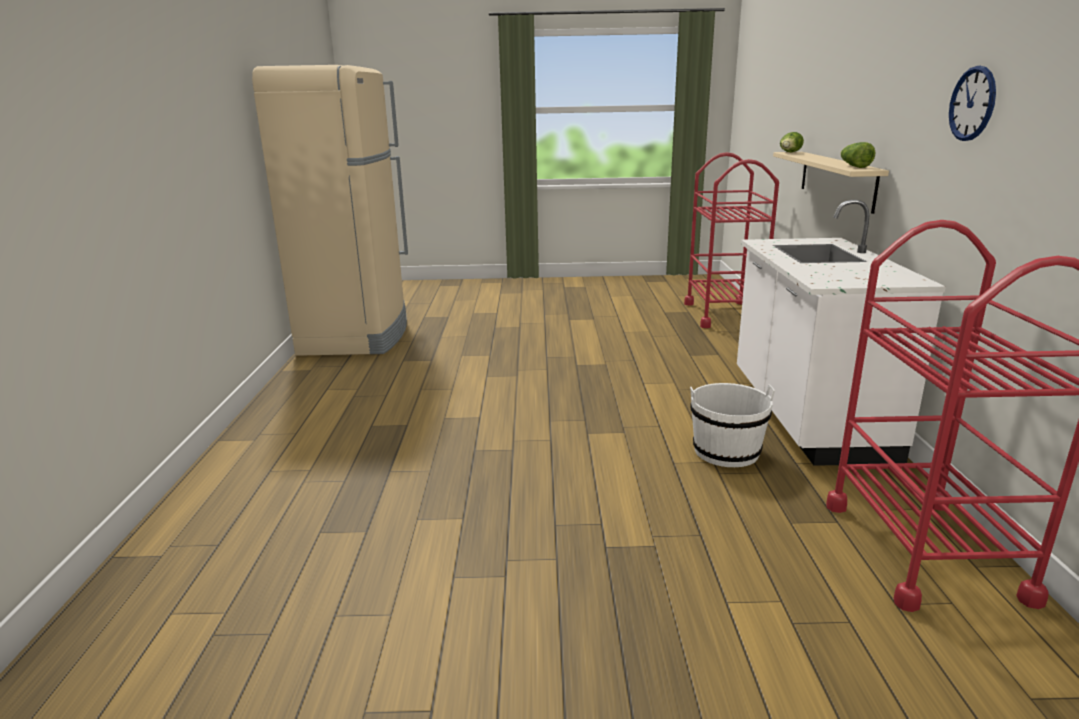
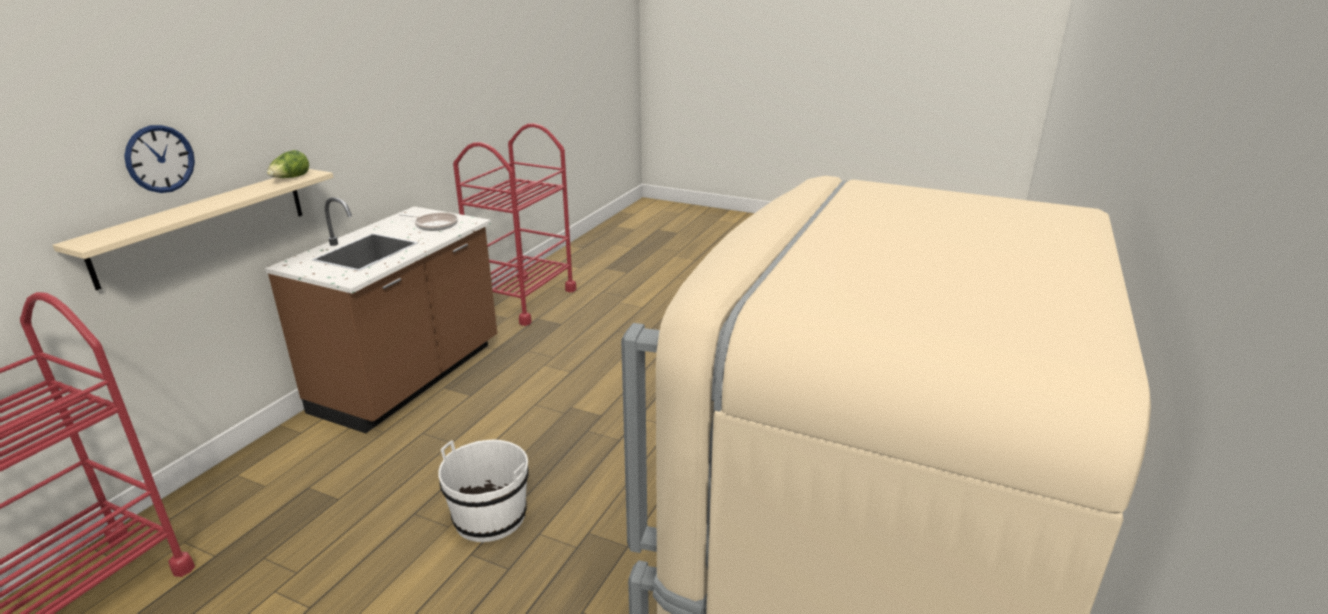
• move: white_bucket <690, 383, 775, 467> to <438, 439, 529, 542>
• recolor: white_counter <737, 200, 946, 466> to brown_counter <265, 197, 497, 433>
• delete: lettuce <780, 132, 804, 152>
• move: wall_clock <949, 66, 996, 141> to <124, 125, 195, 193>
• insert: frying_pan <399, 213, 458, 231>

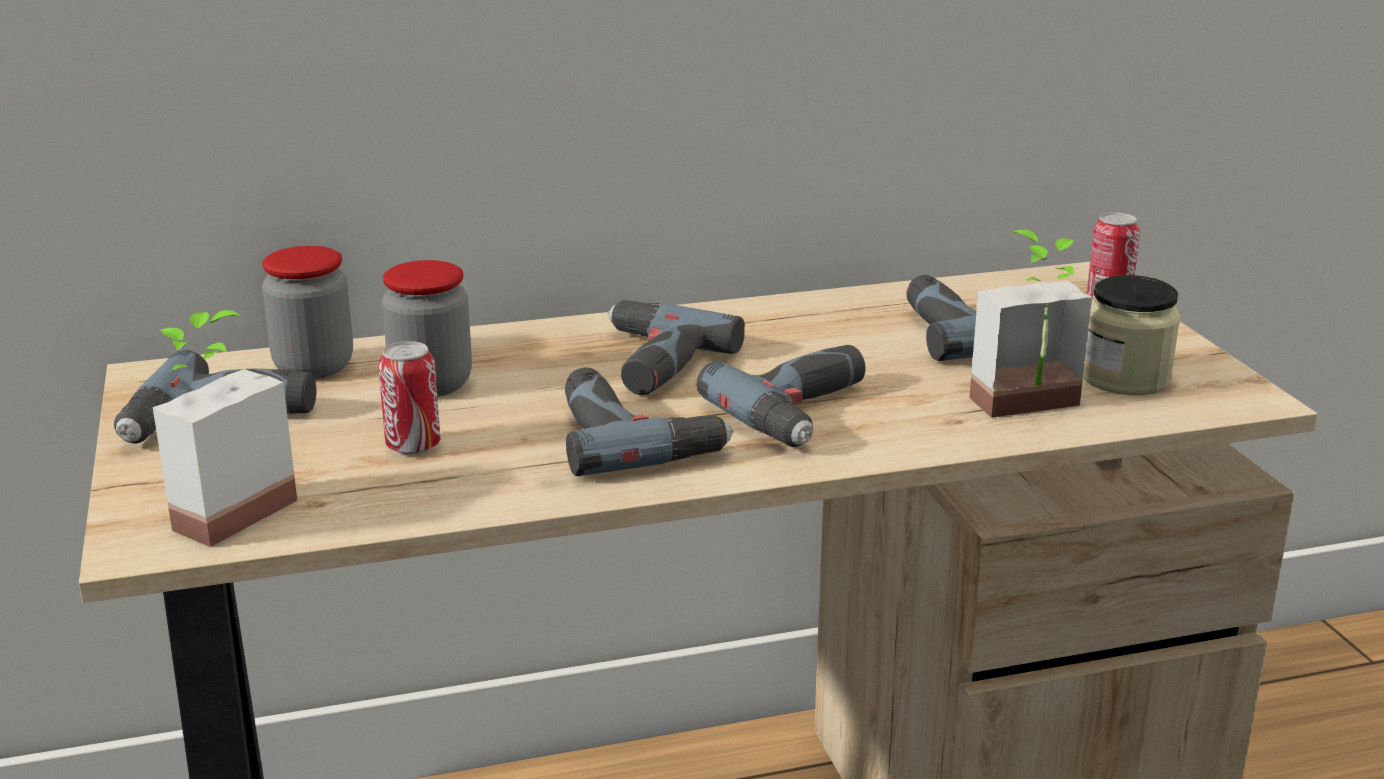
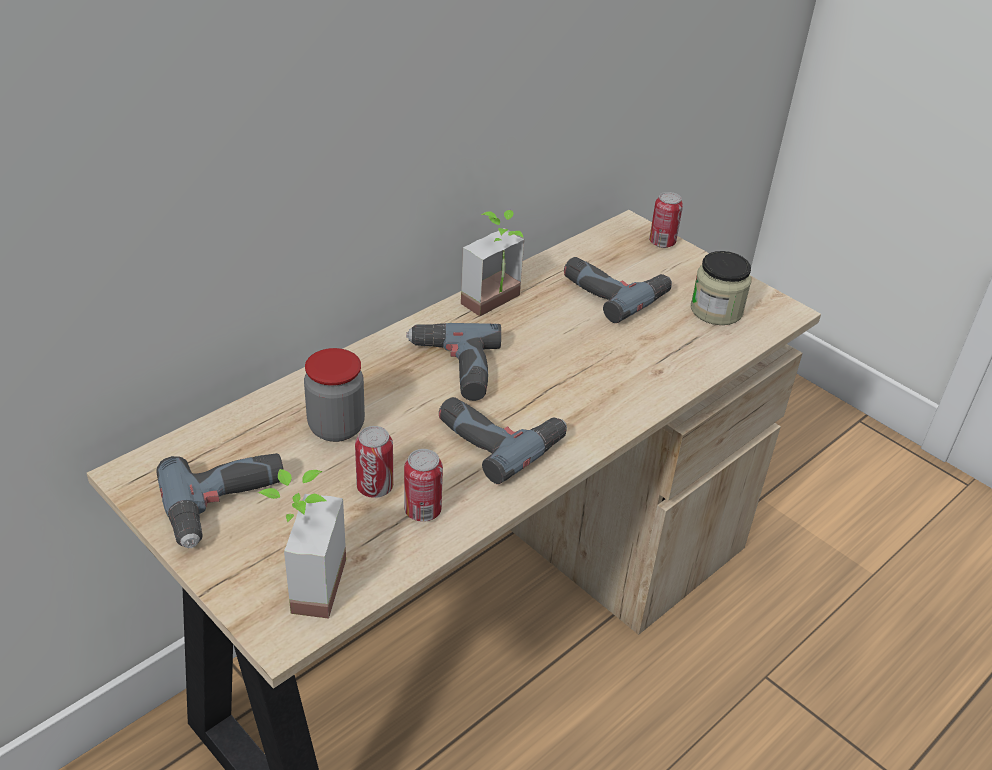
• delete: jar <262, 246, 353, 379>
• delete: power_drill <696, 345, 866, 447>
• move: potted_plant <969, 230, 1092, 418> to <461, 210, 524, 316>
• insert: can <404, 449, 443, 522>

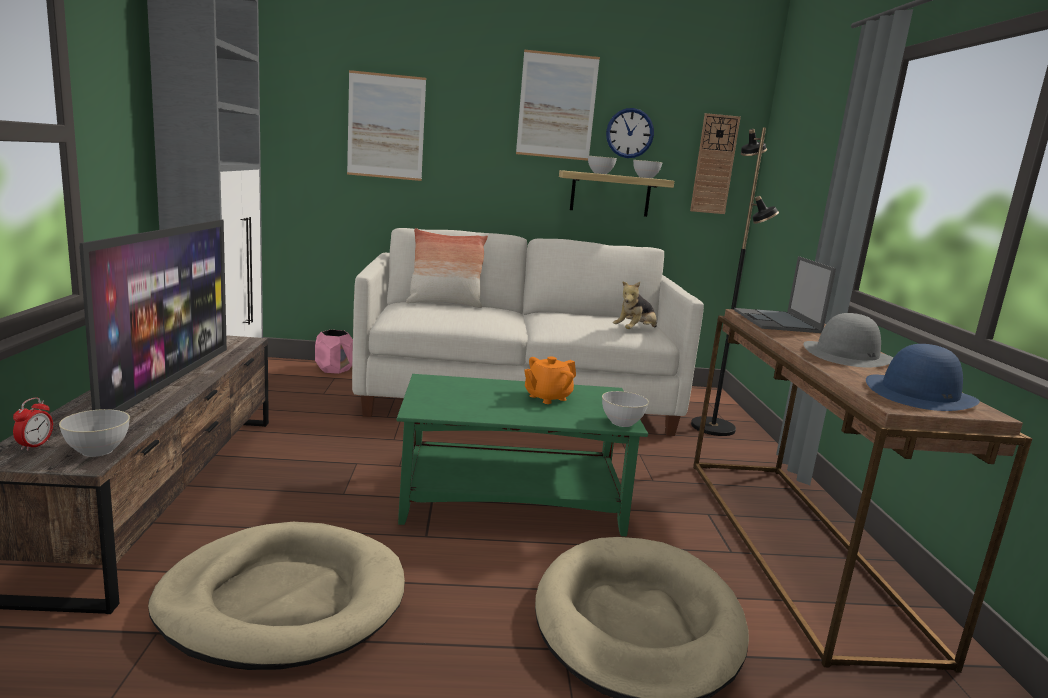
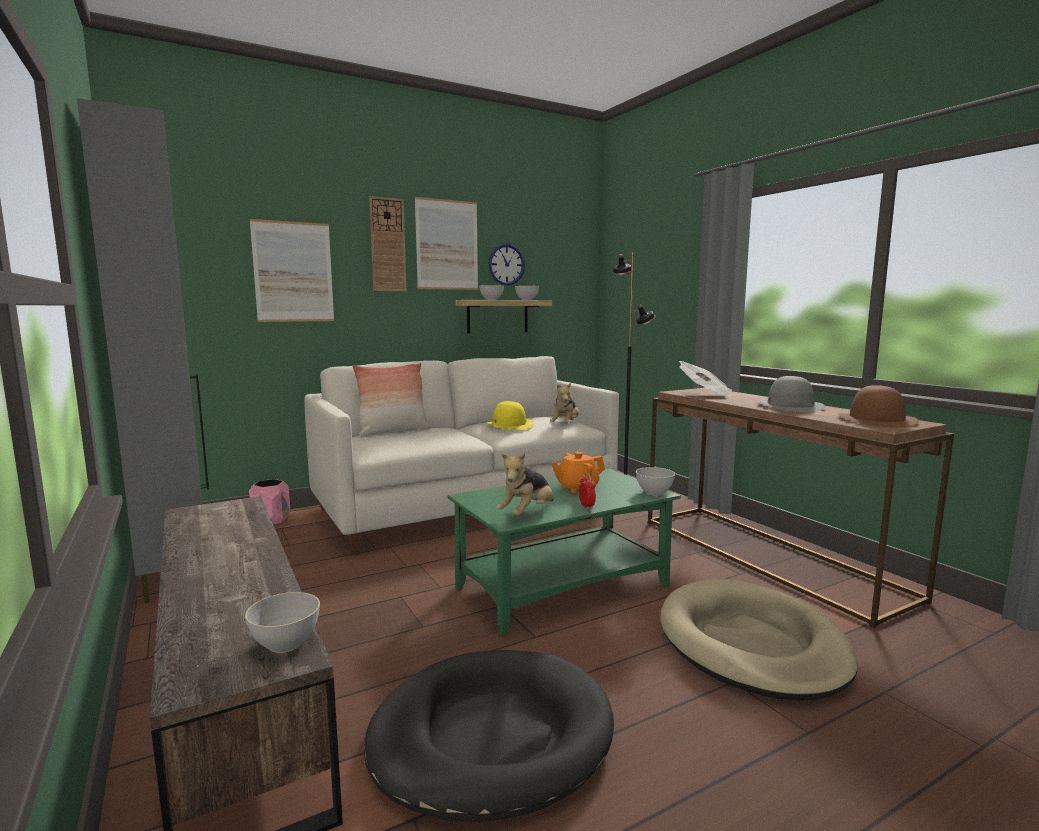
• move: alarm_clock <13, 398, 53, 451> to <579, 473, 596, 509>
• delete: television <79, 219, 227, 412>
• recolor: beige_dog_bed <148, 522, 405, 670> to black_dog_bed <364, 650, 614, 822>
• rotate: orange_teapot <524, 357, 576, 404> = <551, 452, 605, 493> 45 degrees clockwise
• move: wall_clock <690, 113, 741, 214> to <369, 196, 406, 291>
• replace: laptop <734, 256, 836, 333> to newspaper <679, 361, 732, 397>
• recolor: blue_hat <866, 344, 980, 411> to brown_hat <838, 385, 919, 428>
• insert: yellow_hat <486, 401, 534, 430>
• insert: plush_toy <496, 452, 553, 516>

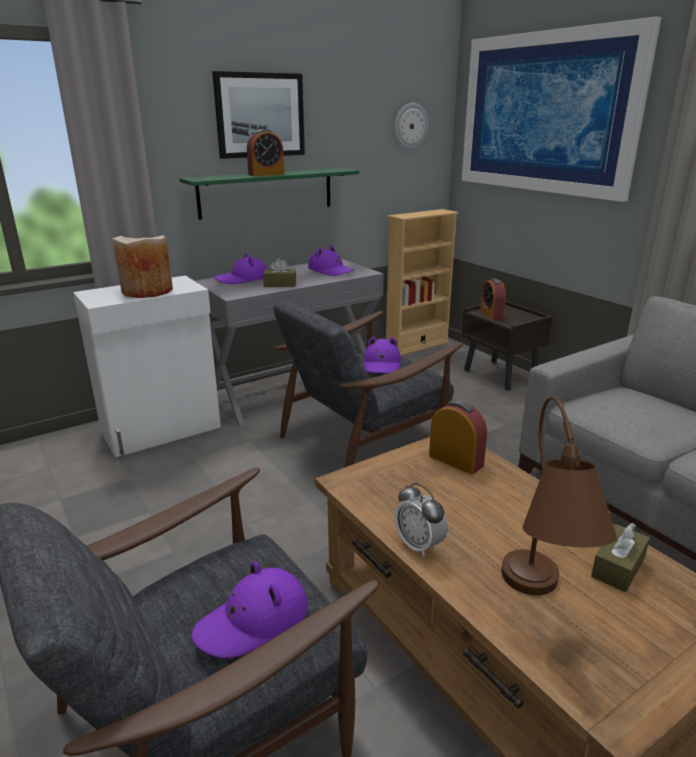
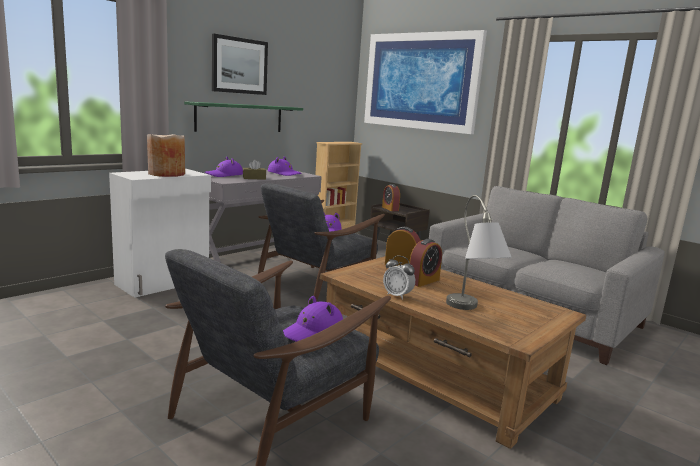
• move: alarm_clock <247, 129, 284, 176> to <410, 239, 442, 287>
• delete: wall_clock <394, 103, 428, 150>
• recolor: brown_table_lamp <501, 396, 617, 595> to grey_table_lamp <446, 195, 512, 310>
• delete: brown_tissue_box <591, 523, 650, 592>

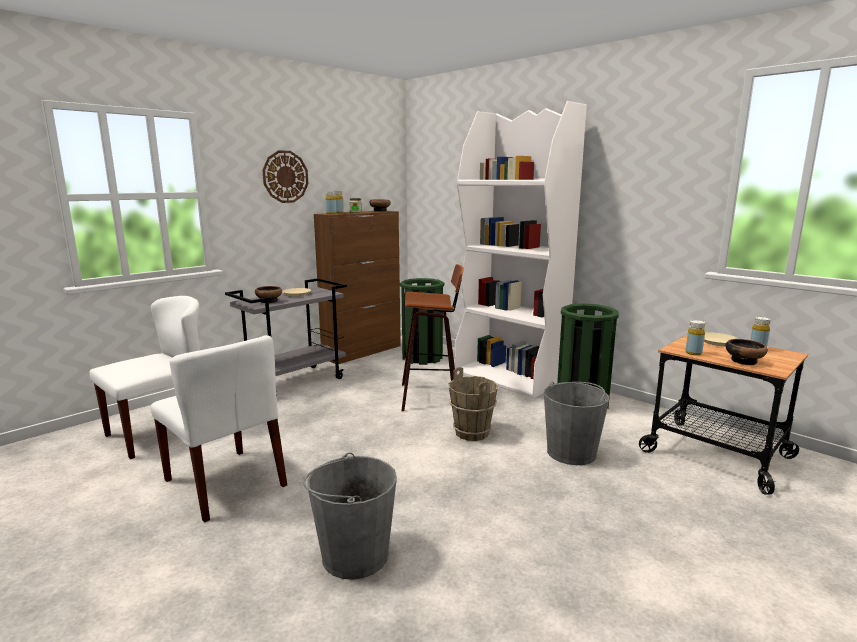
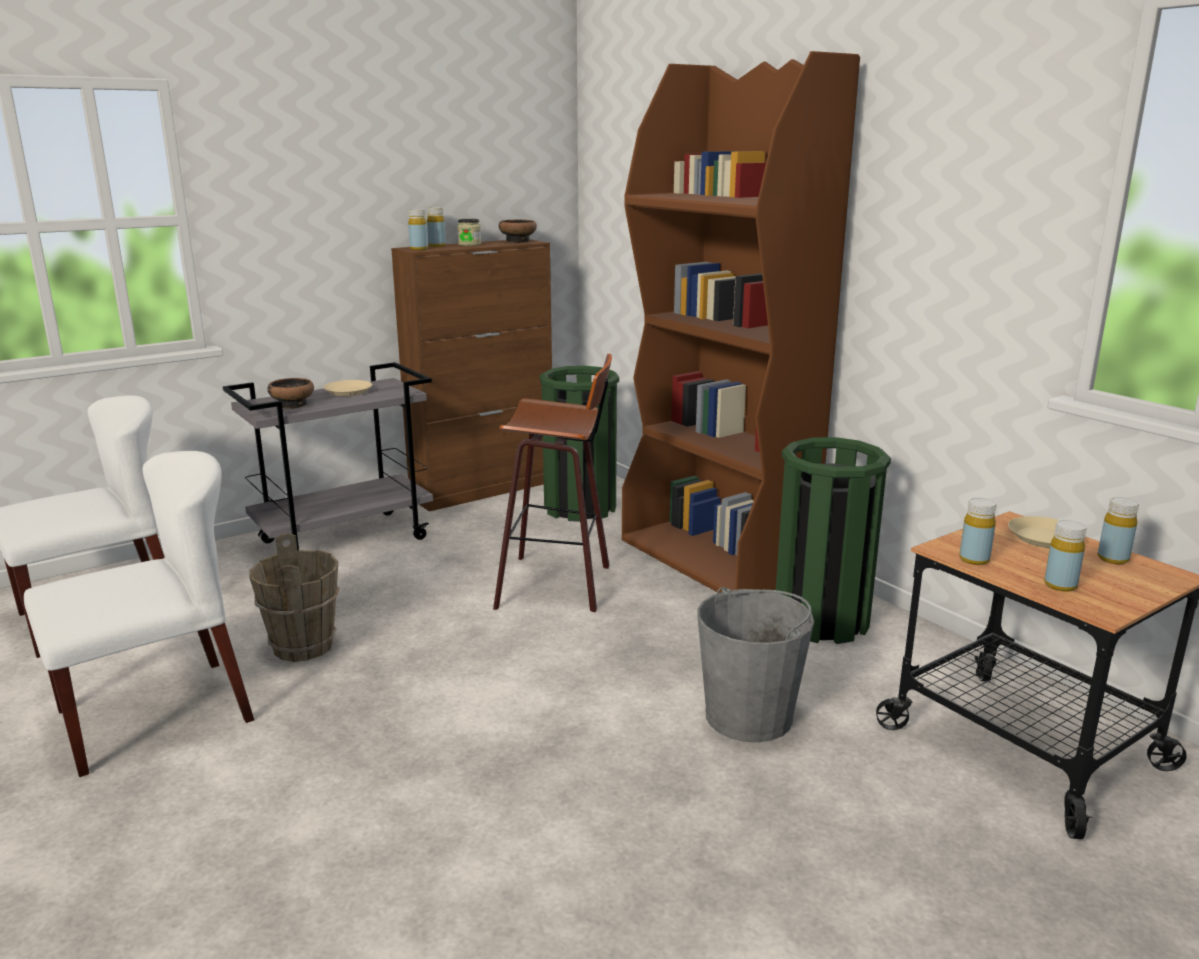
• rotate: white_chair <151, 335, 287, 522> = <24, 451, 254, 777> 90 degrees counterclockwise
• delete: wall_clock <262, 150, 308, 203>
• delete: grey_bucket <303, 453, 397, 580>
• move: brown_bucket <449, 367, 498, 441> to <249, 533, 340, 662>
• recolor: white_bookcase <455, 101, 587, 399> to brown_bookcase <622, 51, 860, 593>
• replace: bowl <725, 339, 768, 365> to yellow_bottle <1044, 520, 1087, 592>

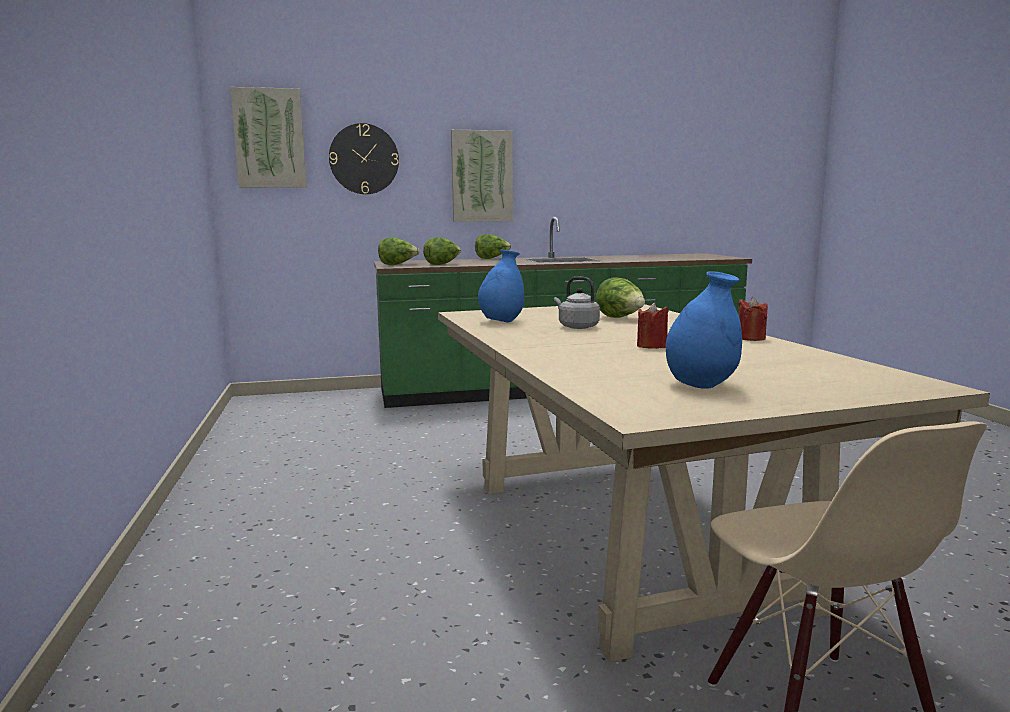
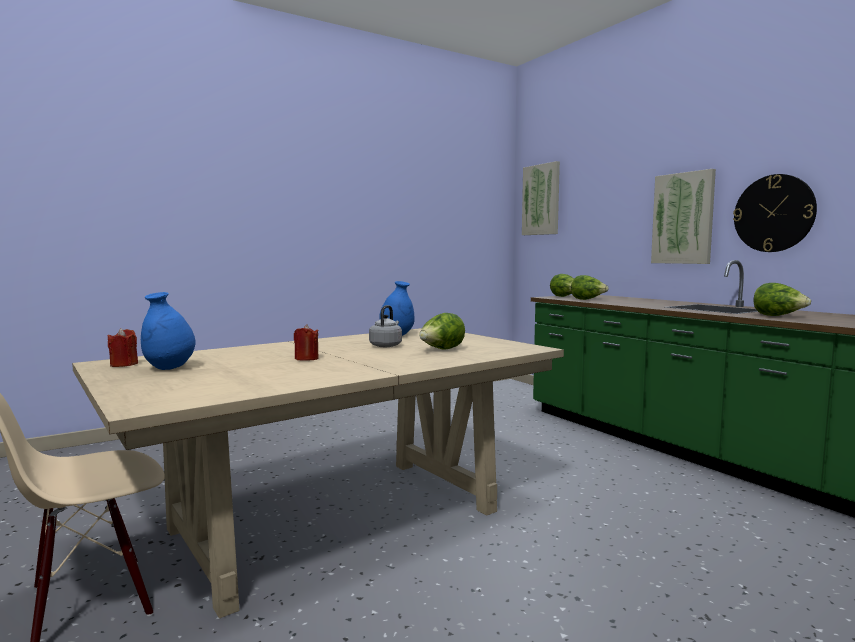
• move: wall_clock <329, 123, 399, 194> to <733, 174, 817, 252>
• move: lettuce <475, 234, 511, 259> to <754, 283, 811, 316>
• move: red_candle <738, 297, 768, 341> to <107, 328, 138, 367>

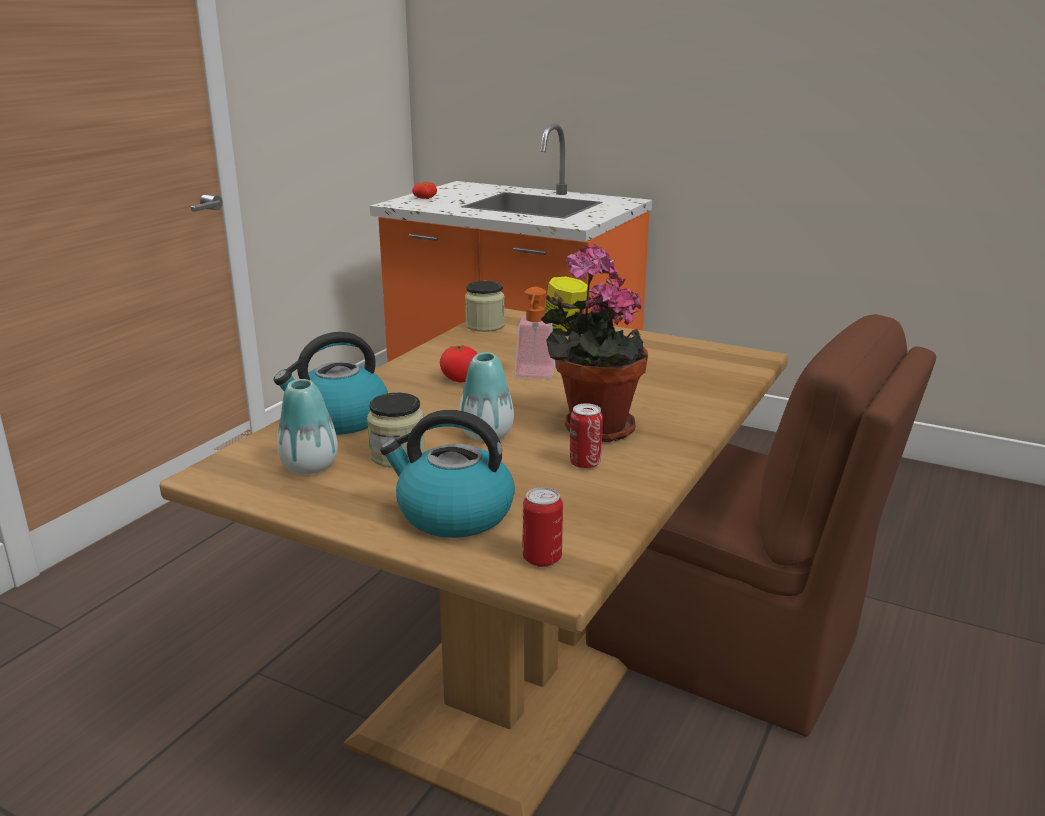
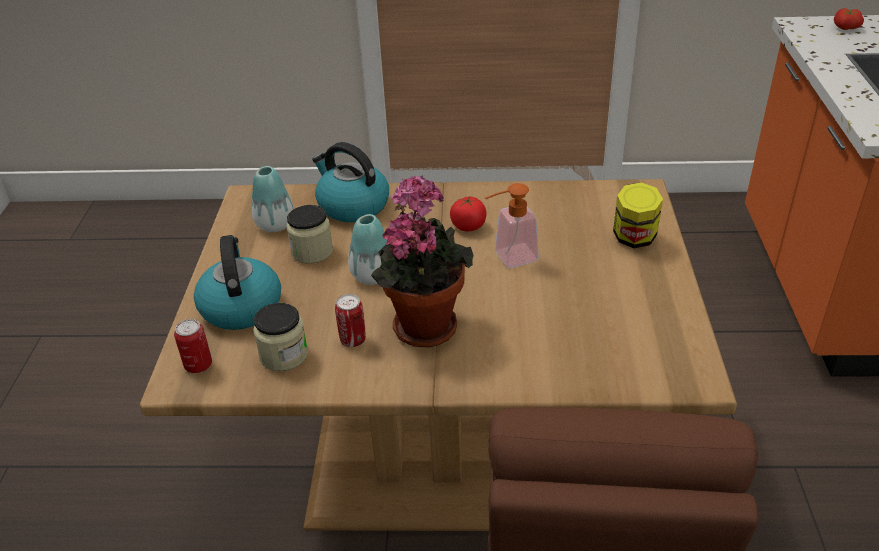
• move: jar <465, 281, 505, 332> to <253, 303, 308, 371>

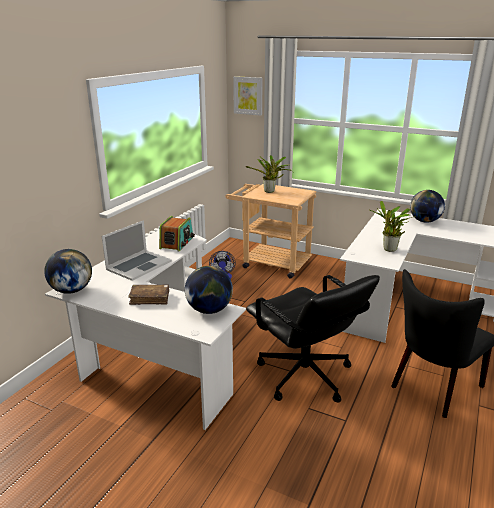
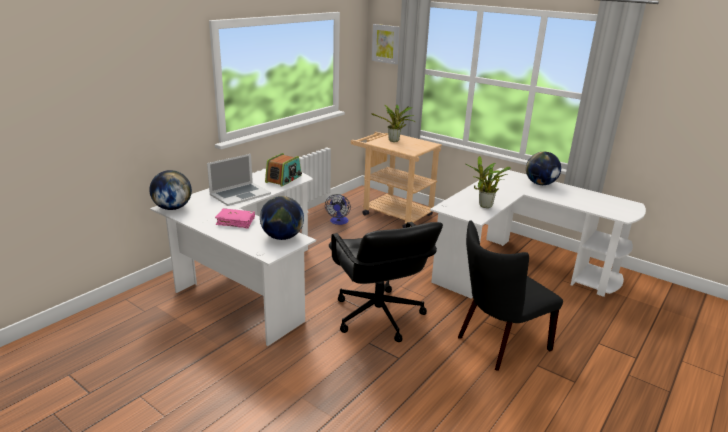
• recolor: brown_book <128, 285, 169, 305> to pink_book <215, 208, 255, 228>

